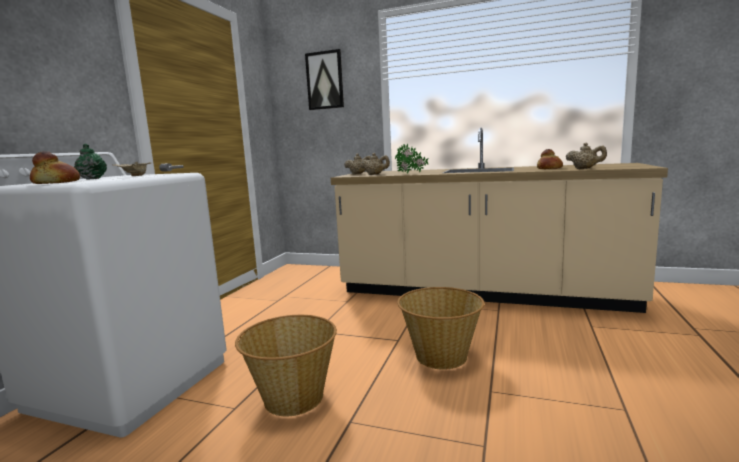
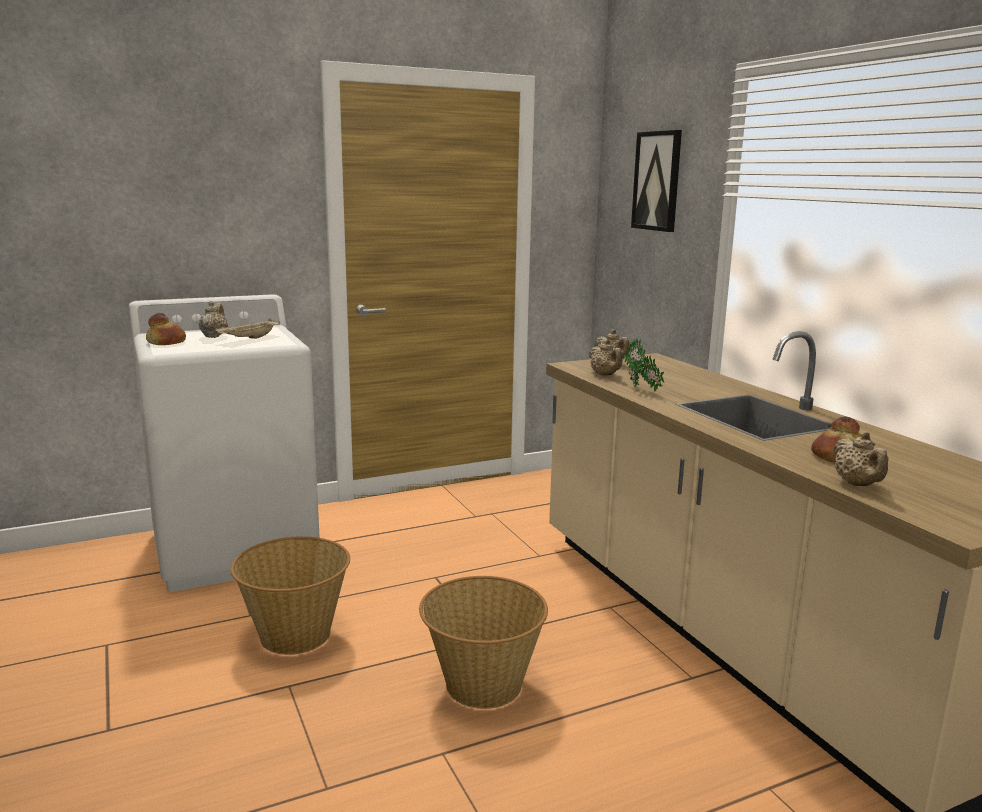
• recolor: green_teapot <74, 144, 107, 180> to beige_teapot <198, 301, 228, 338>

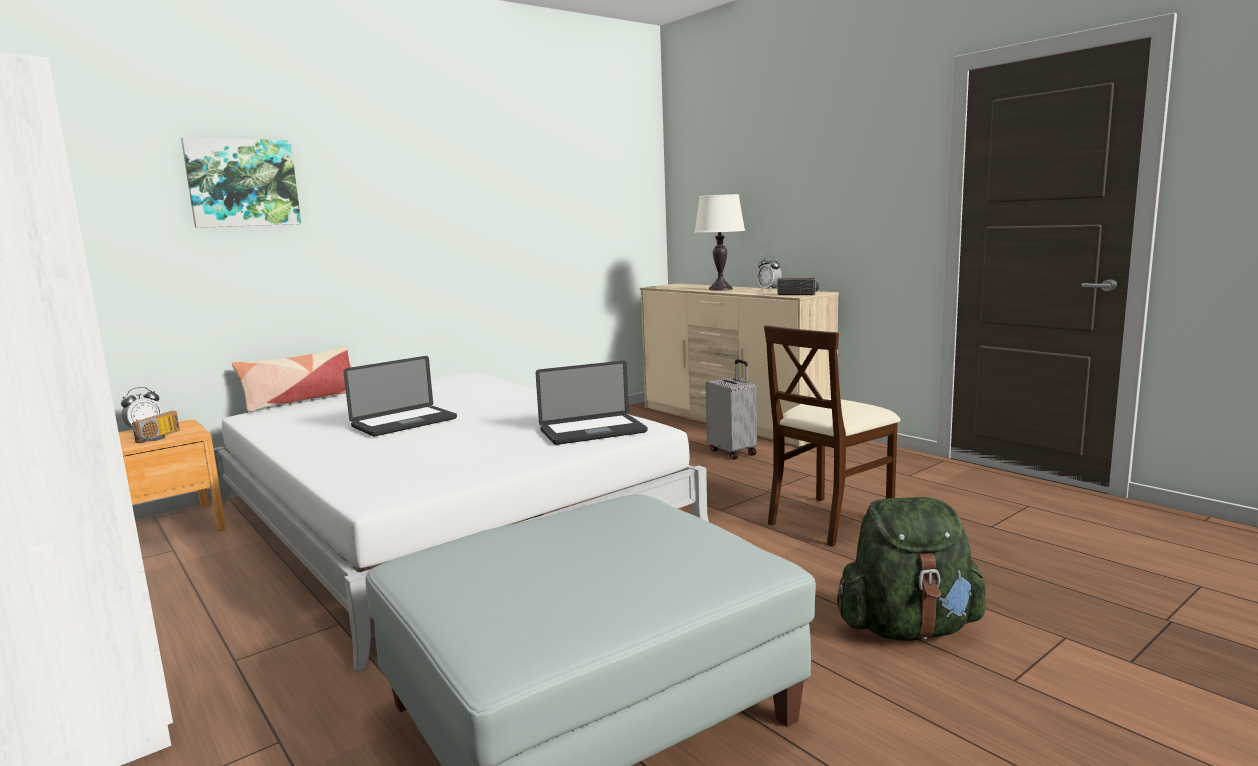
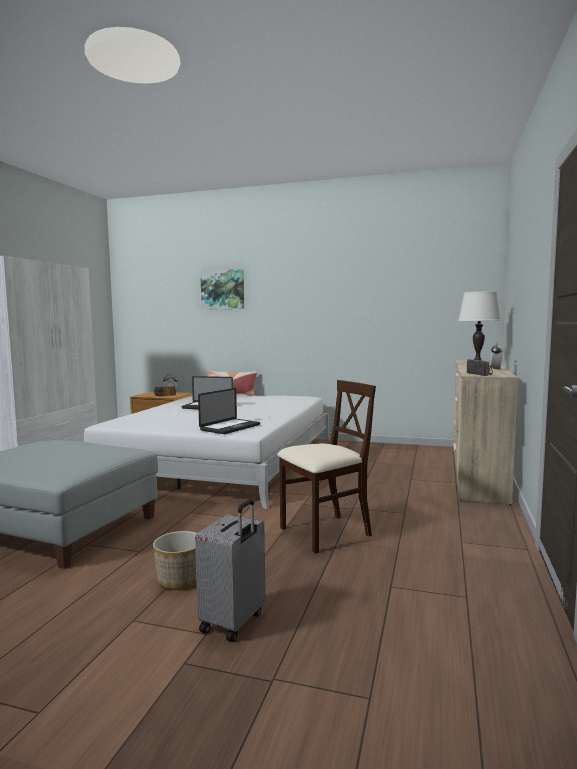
• rotate: laptop <536, 361, 648, 445> = <198, 388, 260, 434> 90 degrees counterclockwise
• move: grey_suitcase <706, 359, 757, 460> to <195, 499, 266, 642>
• rotate: beige_chair <764, 325, 900, 547> = <277, 380, 376, 554> 135 degrees clockwise
• replace: green_backpack <837, 497, 986, 641> to planter <153, 531, 197, 590>

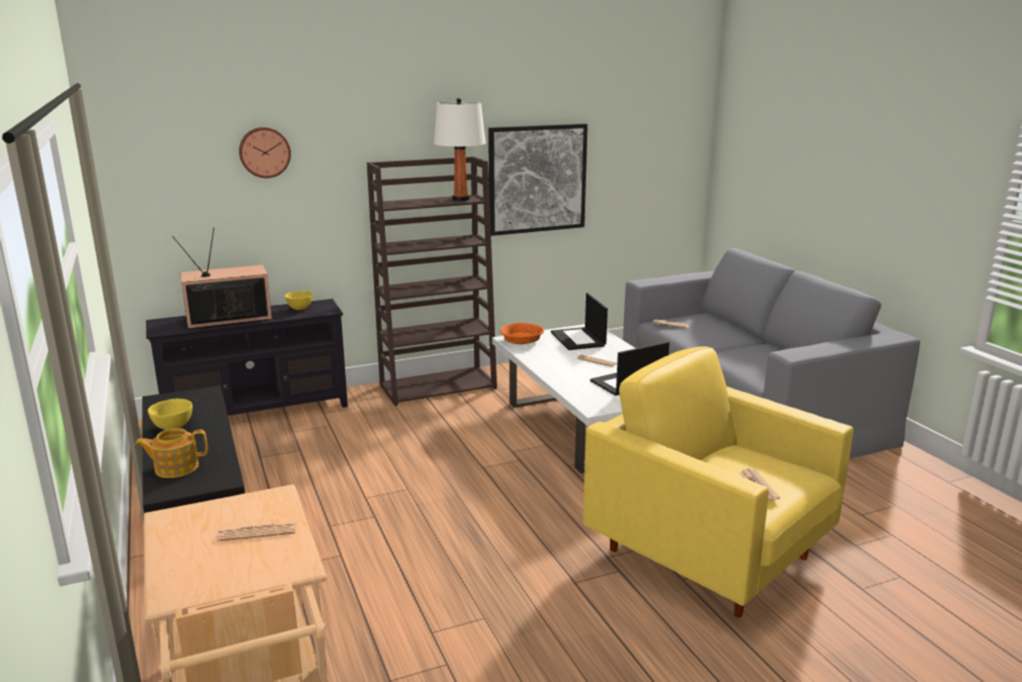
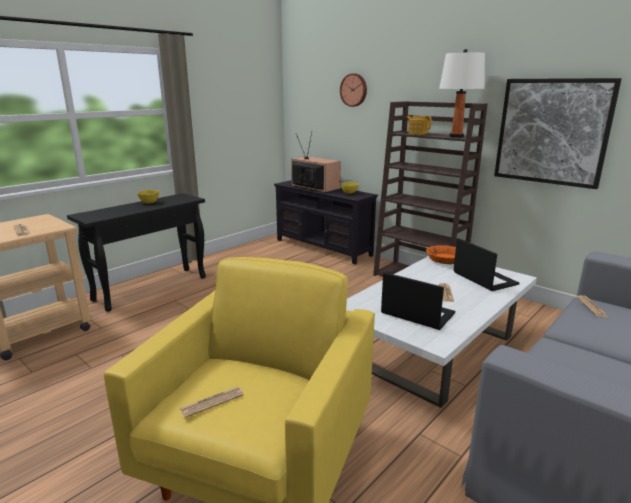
• move: teapot <135, 428, 208, 478> to <406, 116, 432, 135>
• rotate: laptop <551, 293, 608, 350> = <453, 238, 520, 291> 105 degrees clockwise

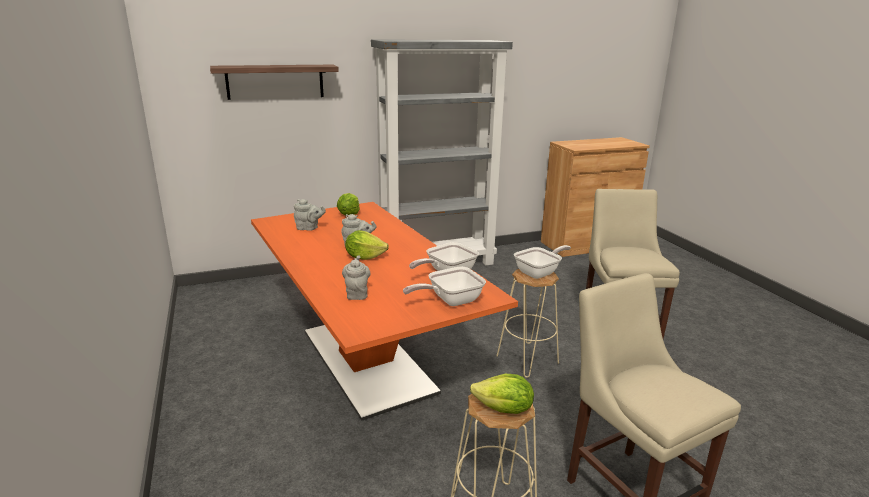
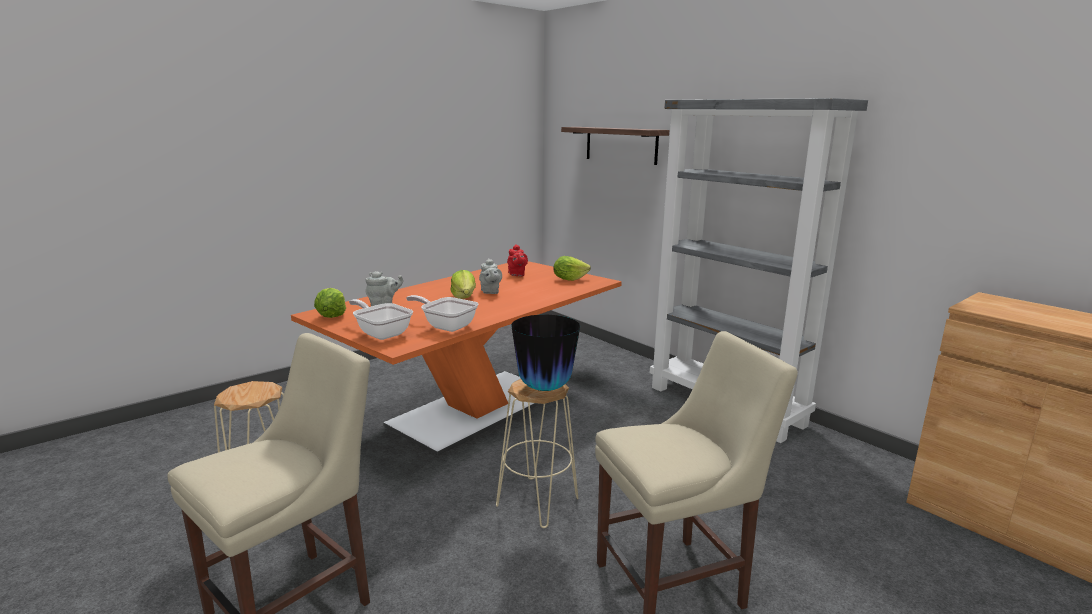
• recolor: grey_teapot <294, 199, 326, 231> to red_teapot <507, 244, 528, 276>
• move: lettuce <470, 374, 534, 414> to <314, 288, 346, 318>
• replace: frying_pan <514, 245, 571, 279> to vase <512, 315, 580, 391>

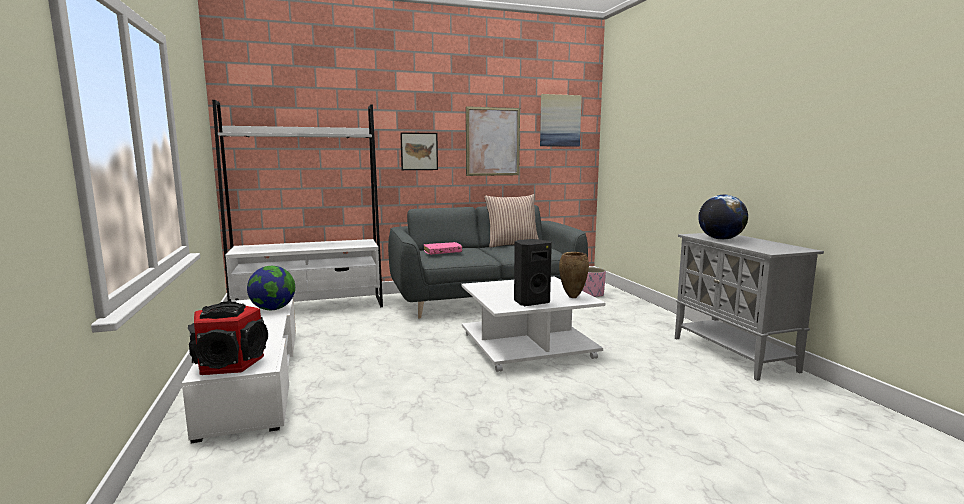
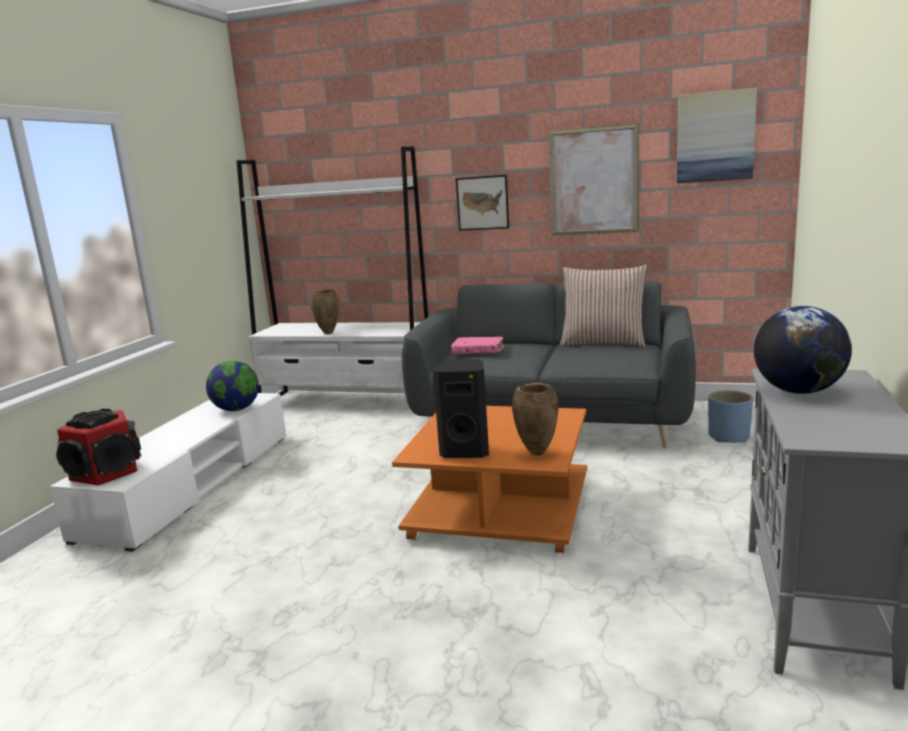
• recolor: white_coffee_table <461, 277, 605, 372> to orange_coffee_table <392, 406, 587, 553>
• recolor: pink_planter <582, 267, 606, 297> to blue_planter <708, 390, 753, 443>
• insert: brown_vase <310, 289, 339, 334>

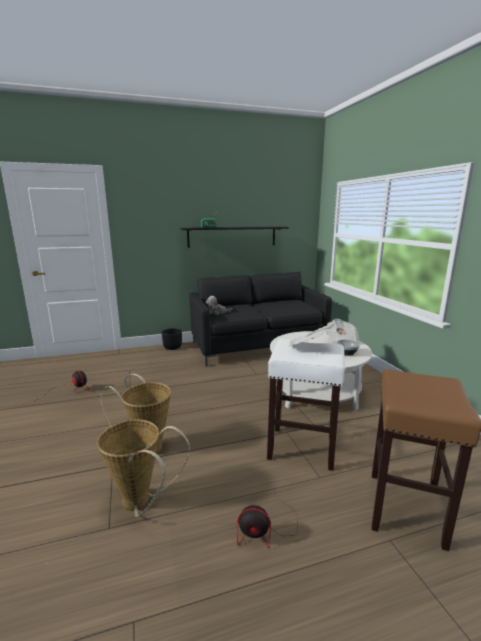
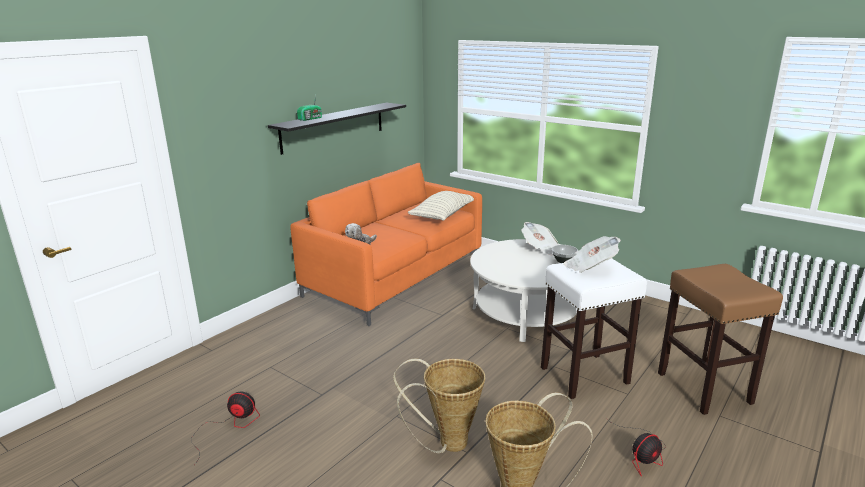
• delete: black_planter <162, 328, 182, 350>
• recolor: black_sofa <189, 272, 332, 367> to orange_sofa <290, 163, 482, 326>
• insert: pillow <408, 191, 474, 221>

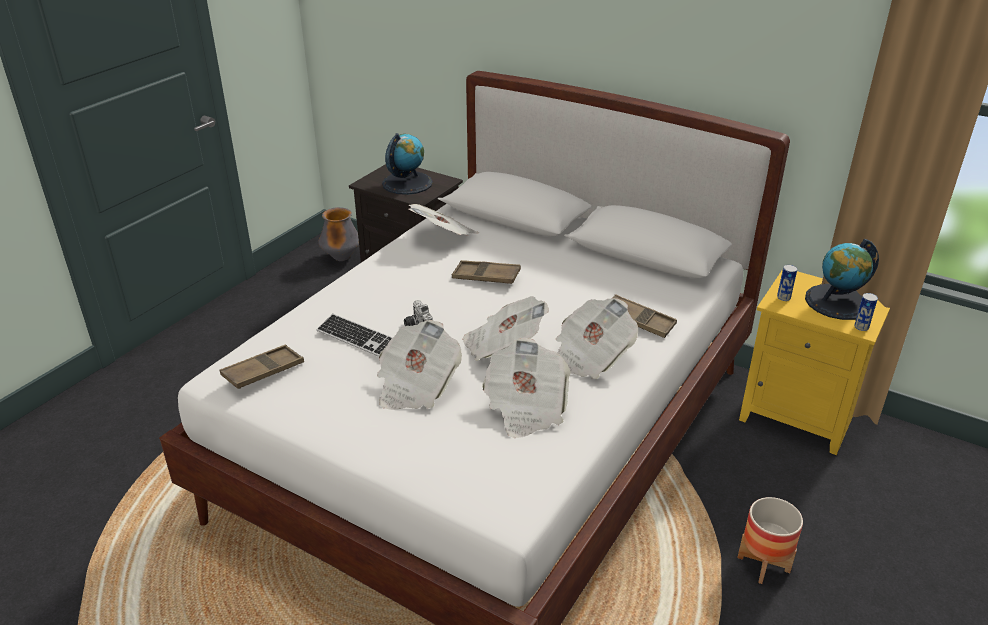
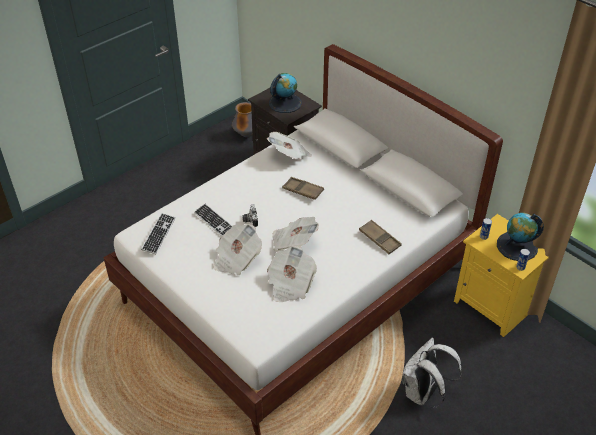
• replace: brown_tray <220, 345, 304, 389> to keyboard <141, 213, 176, 254>
• delete: newspaper <556, 298, 638, 379>
• replace: planter <737, 497, 803, 584> to white_backpack <402, 338, 462, 407>

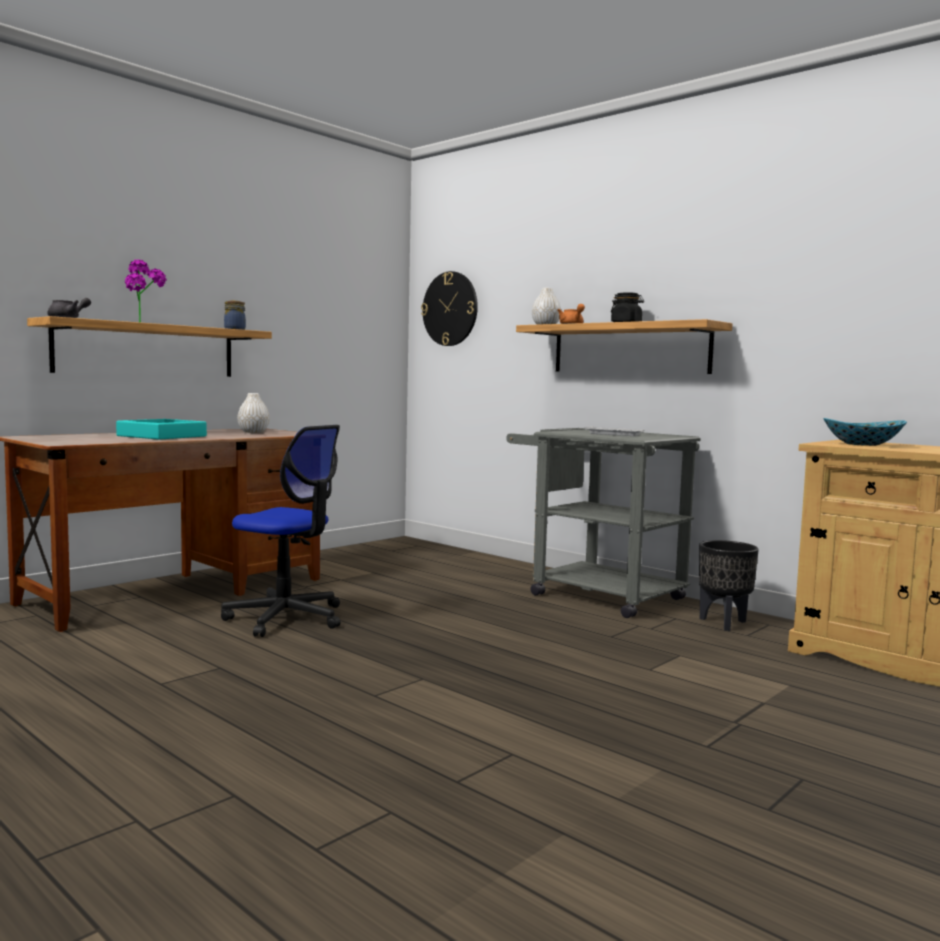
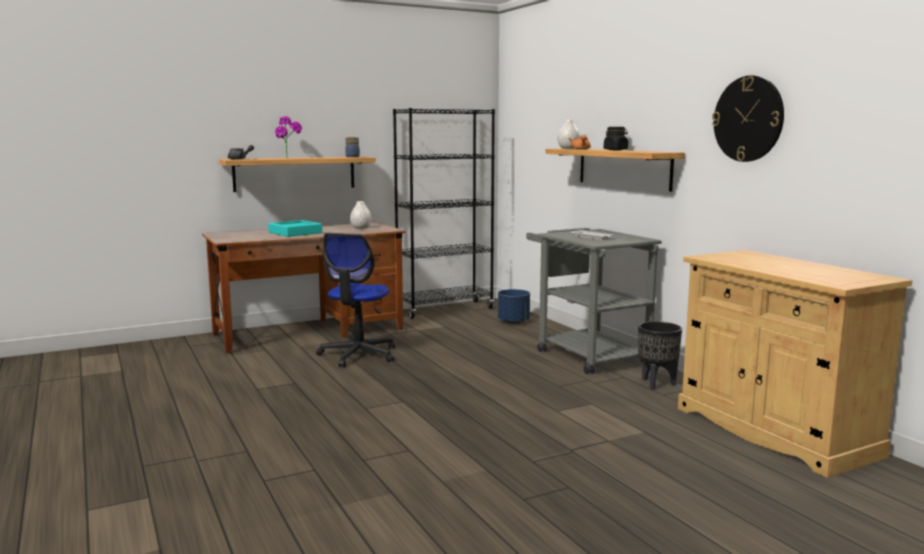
• rotate: office_chair <221, 425, 341, 637> = <316, 233, 395, 367> 60 degrees clockwise
• move: wall_clock <421, 271, 478, 346> to <712, 75, 784, 162>
• delete: bowl <823, 418, 907, 446>
• insert: black_bookcase <393, 108, 495, 319>
• insert: blue_planter <498, 289, 530, 324>

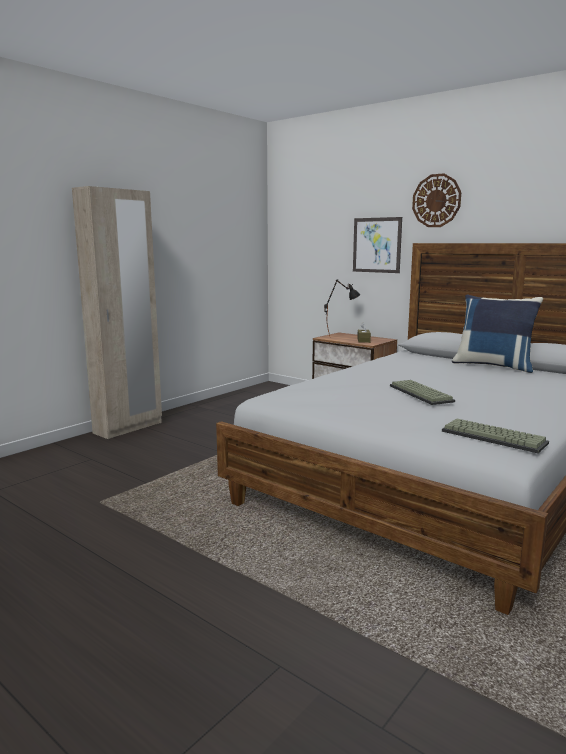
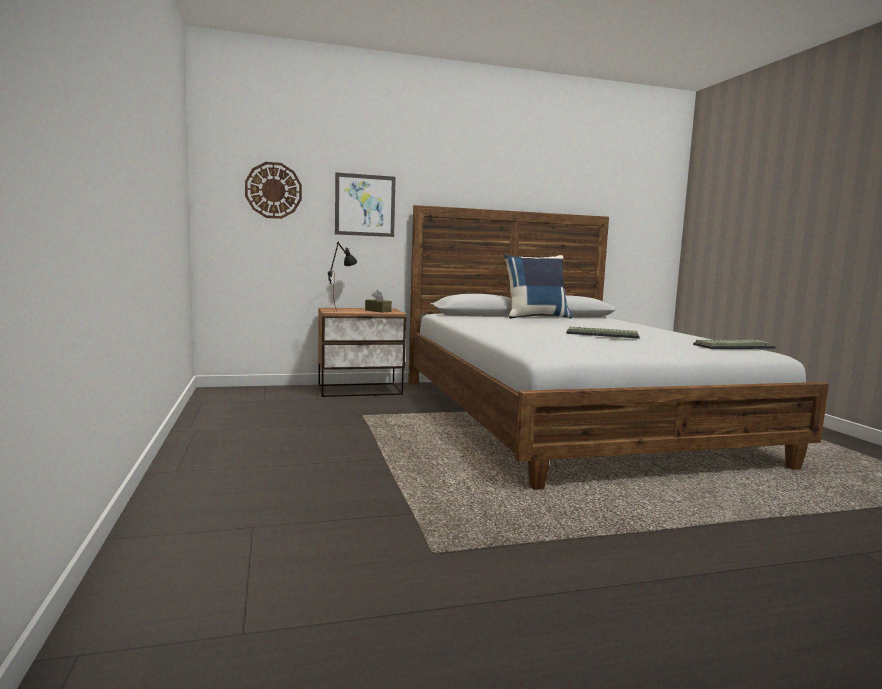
• delete: beige_wardrobe <72, 186, 162, 439>
• move: wall_clock <412, 173, 461, 227> to <245, 162, 302, 219>

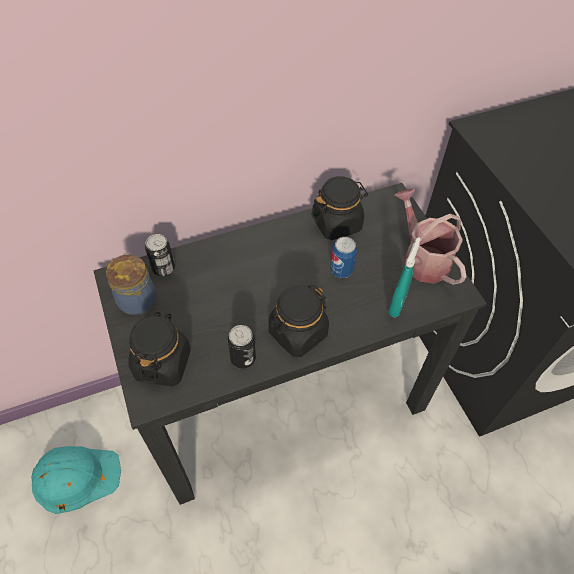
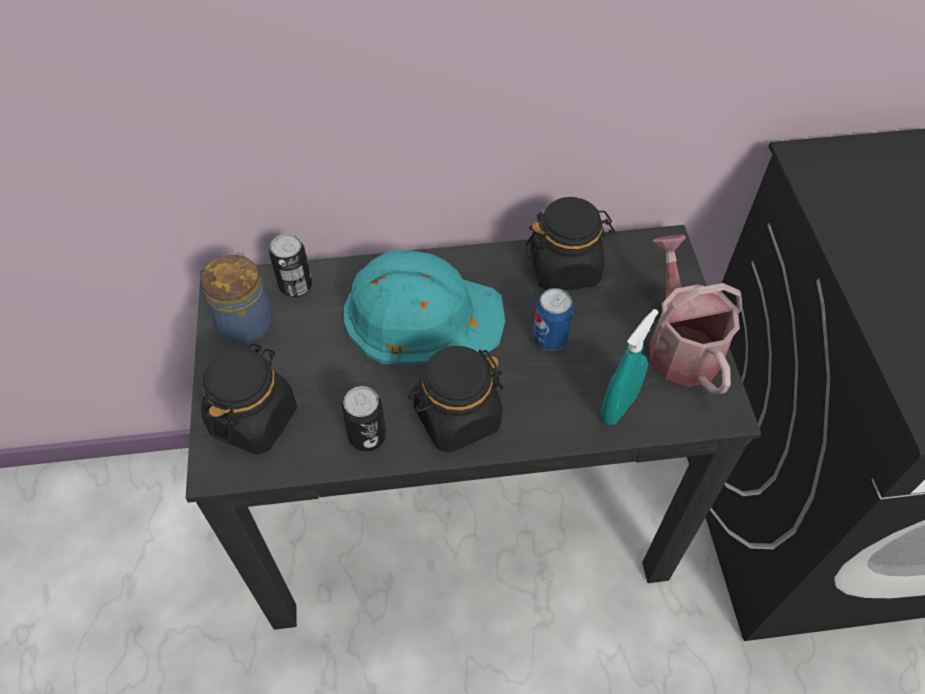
• move: turquoise_hard_hat <31, 446, 121, 514> to <344, 250, 505, 365>

